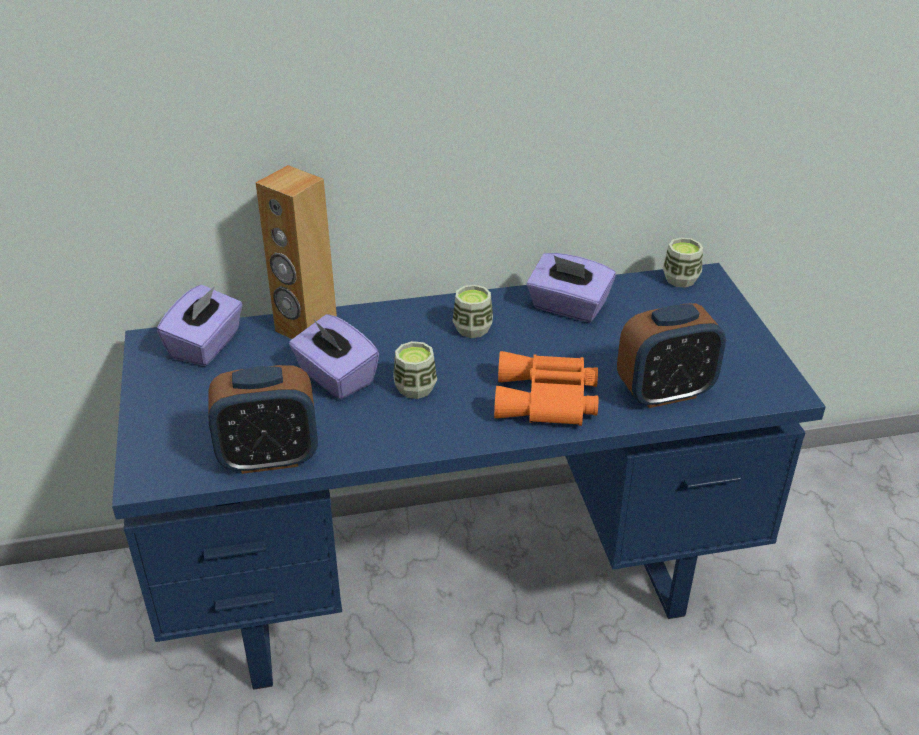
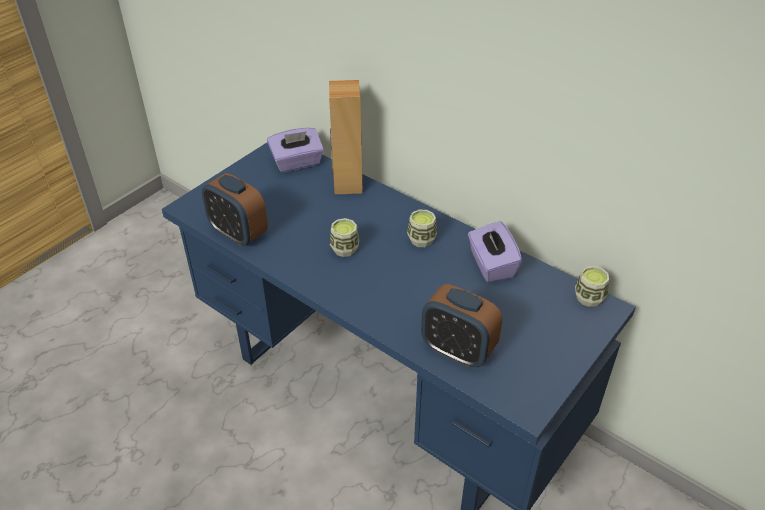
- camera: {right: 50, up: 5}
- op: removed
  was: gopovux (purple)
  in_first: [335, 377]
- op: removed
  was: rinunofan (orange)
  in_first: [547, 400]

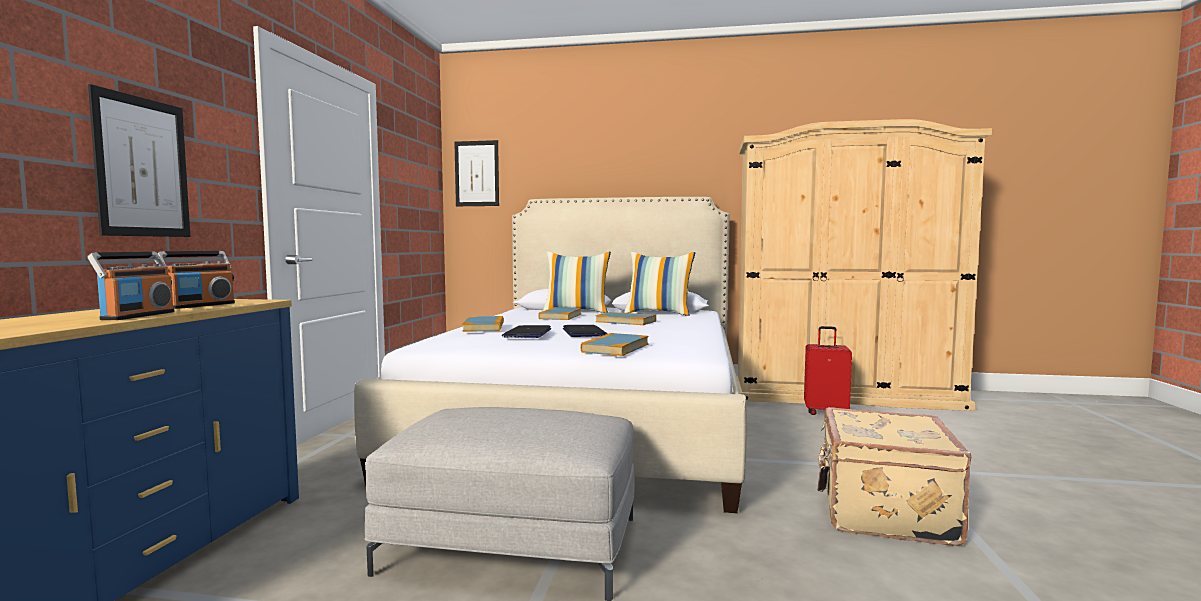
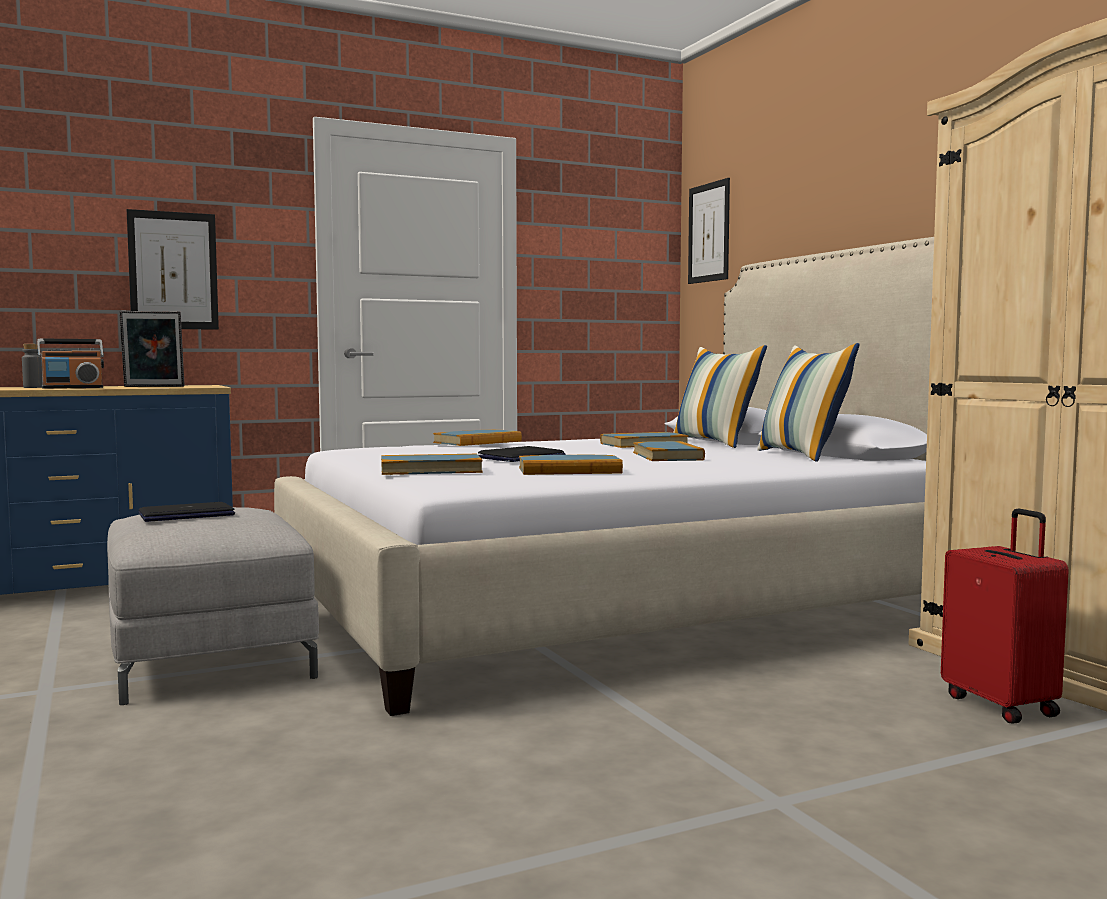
- camera: {right: 55, up: 0}
- op: added
  now: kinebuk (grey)
  in_second: [32, 387]
- op: replaced
  was: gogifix
  now: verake
  in_first: [200, 305]
  in_second: [153, 386]
- op: moved
  was: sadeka
  in_first: [527, 333]
  in_second: [187, 515]
- op: added
  now: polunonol
  in_second: [569, 470]
- op: removed
  was: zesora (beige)
  in_first: [882, 512]

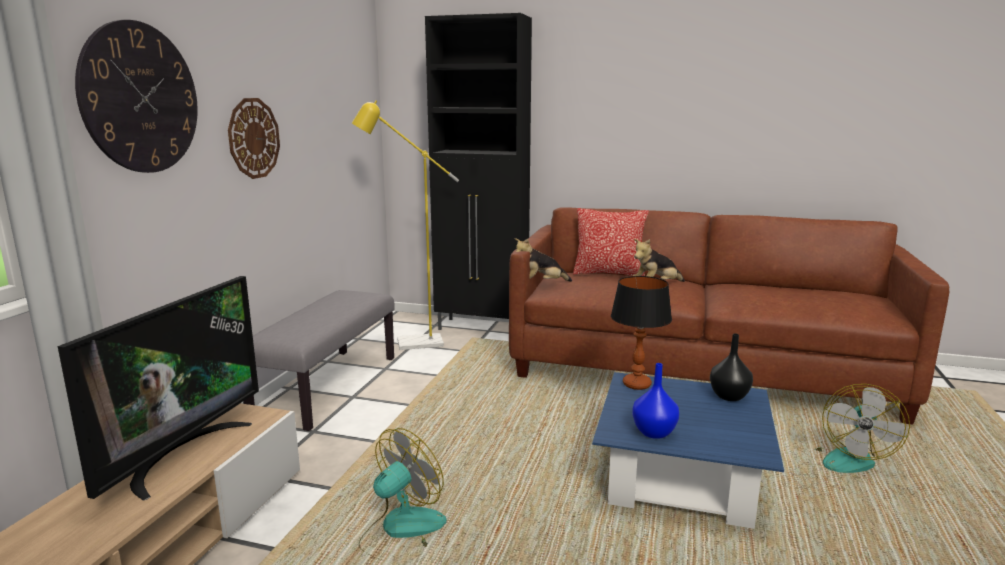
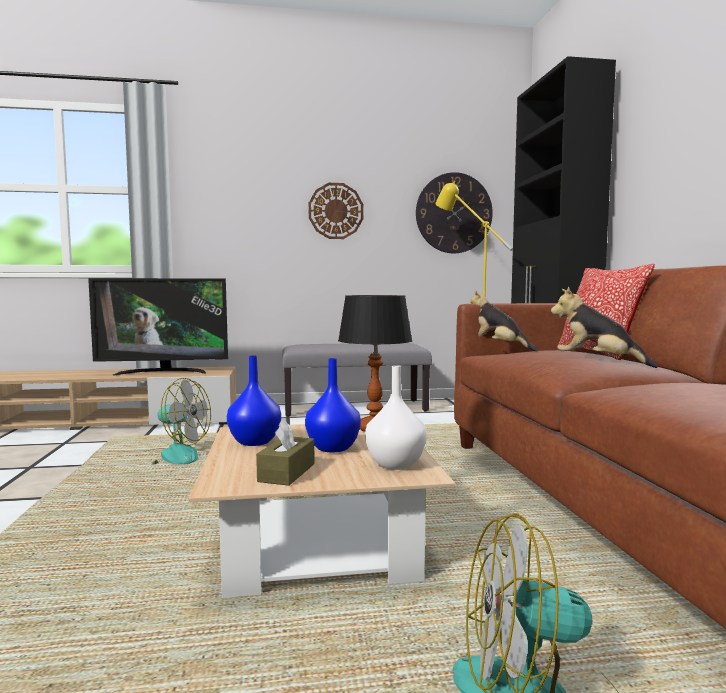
- camera: {right: 65, up: -10}
- op: recoloured
  was: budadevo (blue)
  now: budadevo (beige)
  in_first: [680, 479]
  in_second: [318, 543]
- op: added
  now: gopovux (brown)
  in_second: [287, 472]
- op: added
  now: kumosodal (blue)
  in_second: [334, 448]
- op: recoloured
  was: kumosodal (black)
  now: kumosodal (white)
  in_first: [730, 396]
  in_second: [395, 465]
- op: moved
  was: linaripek
  in_first: [140, 98]
  in_second: [454, 213]

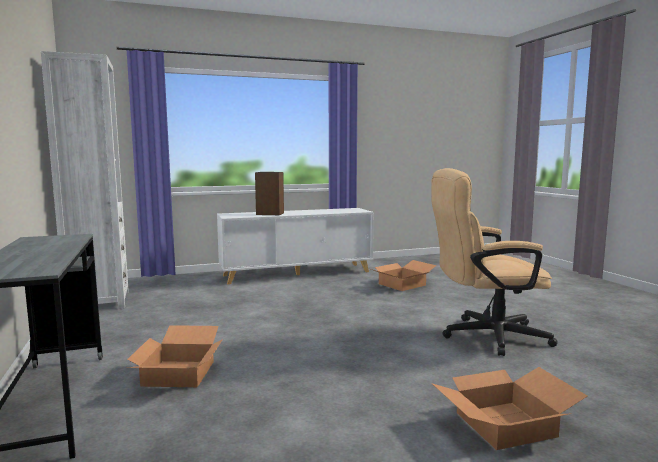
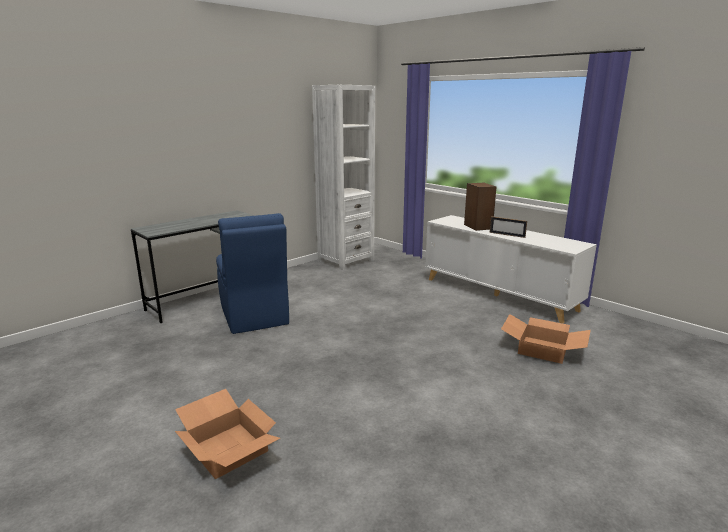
- camera: {right: 65, up: 10}
- op: replaced
  was: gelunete
  now: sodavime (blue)
  in_first: [179, 374]
  in_second: [254, 316]
- op: added
  now: verake
  in_second: [507, 235]
- op: removed
  was: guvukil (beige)
  in_first: [485, 336]

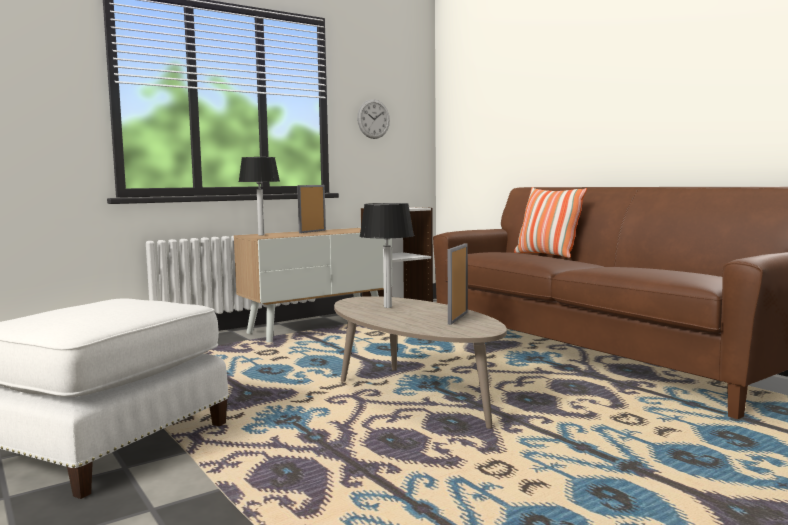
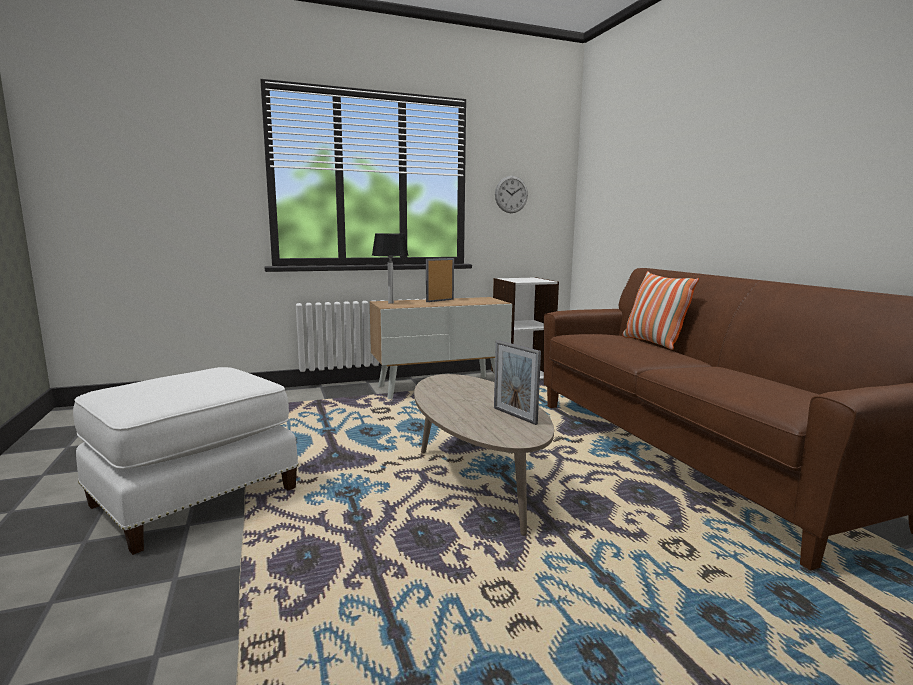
- camera: {right: 15, up: 5}
- op: turned
  was: verake
  in_first: [457, 318]
  in_second: [514, 416]
  clockwise: -75
- op: removed
  was: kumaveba
  in_first: [388, 307]

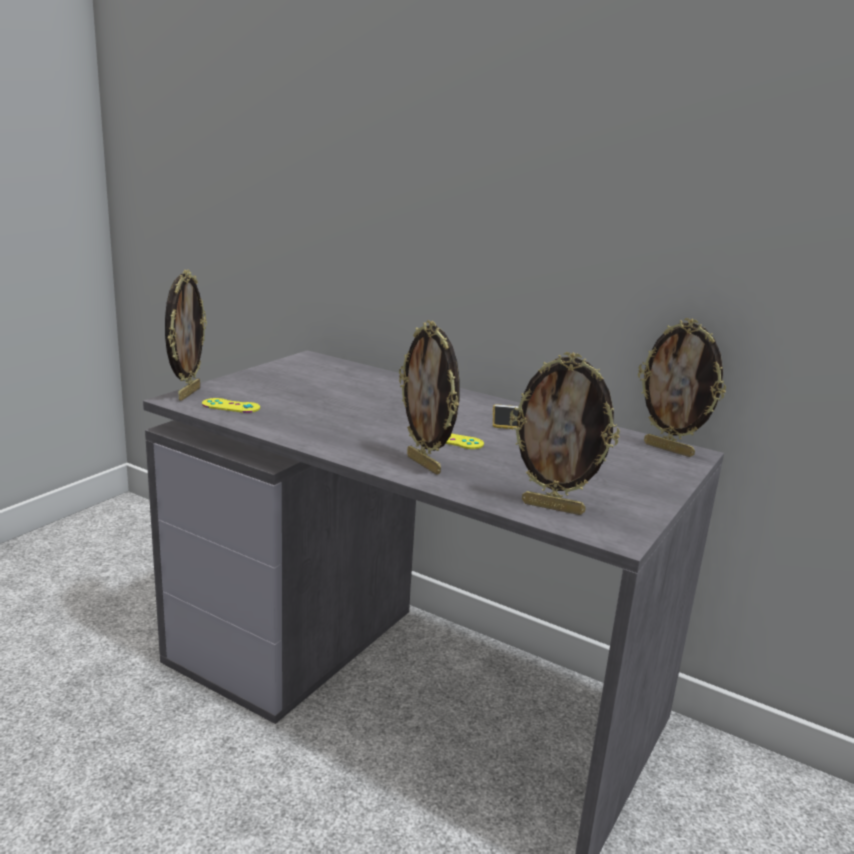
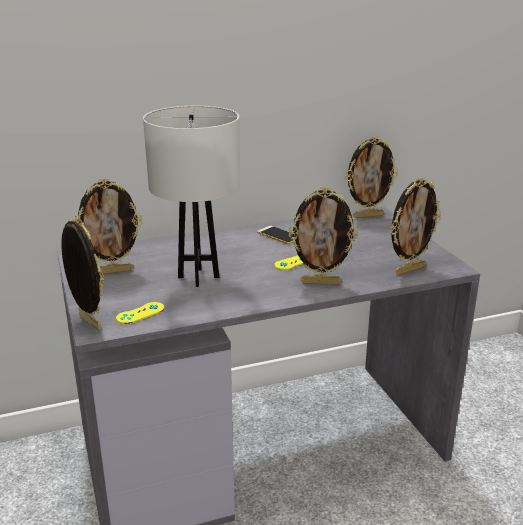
- camera: {right: -50, up: 5}
- op: added
  now: verake
  in_second: [113, 271]
- op: added
  now: kumaveba (white)
  in_second: [198, 277]

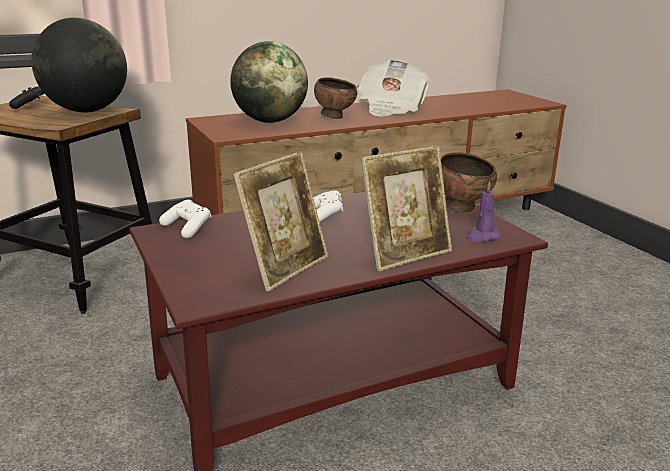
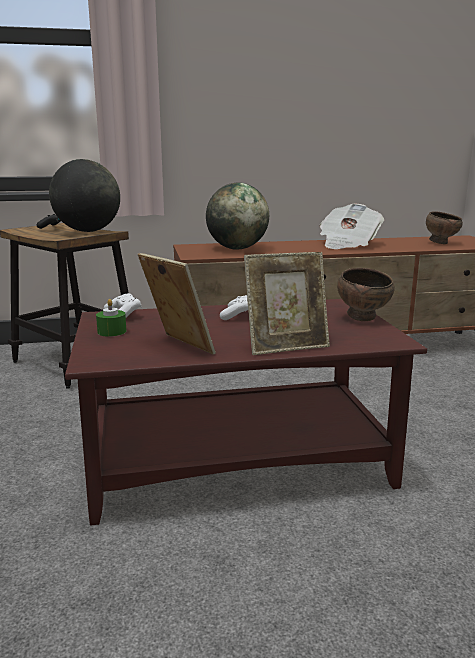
- camera: {right: 15, up: -5}
- op: added
  now: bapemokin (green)
  in_second: [112, 331]
- op: turned
  was: verake
  in_first: [285, 268]
  in_second: [177, 347]
  clockwise: -90
- op: moved
  was: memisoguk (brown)
  in_first: [335, 117]
  in_second: [441, 243]
- op: removed
  was: bapemokin (purple)
  in_first: [482, 237]

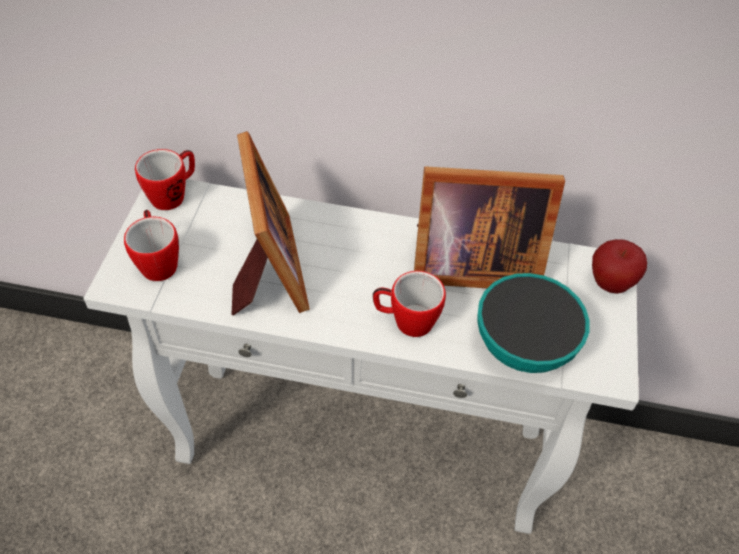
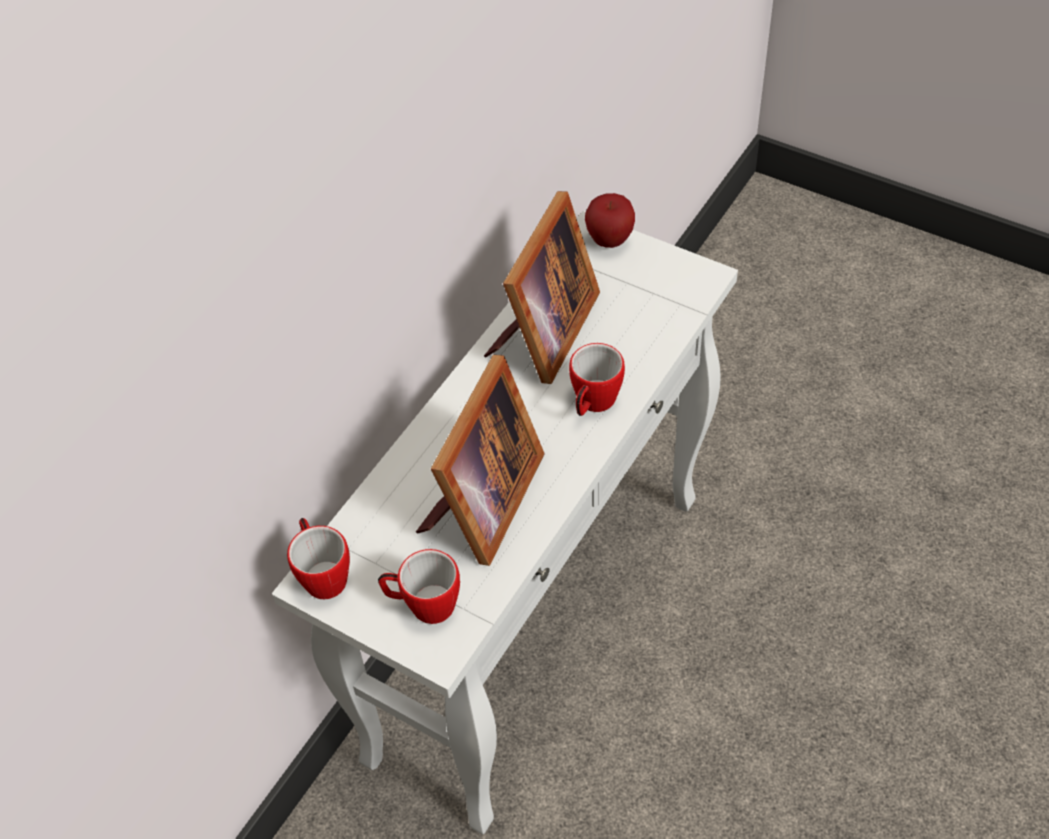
- camera: {right: -65, up: 0}
- op: turned
  was: verake
  in_first: [267, 271]
  in_second: [481, 504]
  clockwise: 105
- op: removed
  was: memisoguk
  in_first: [523, 347]

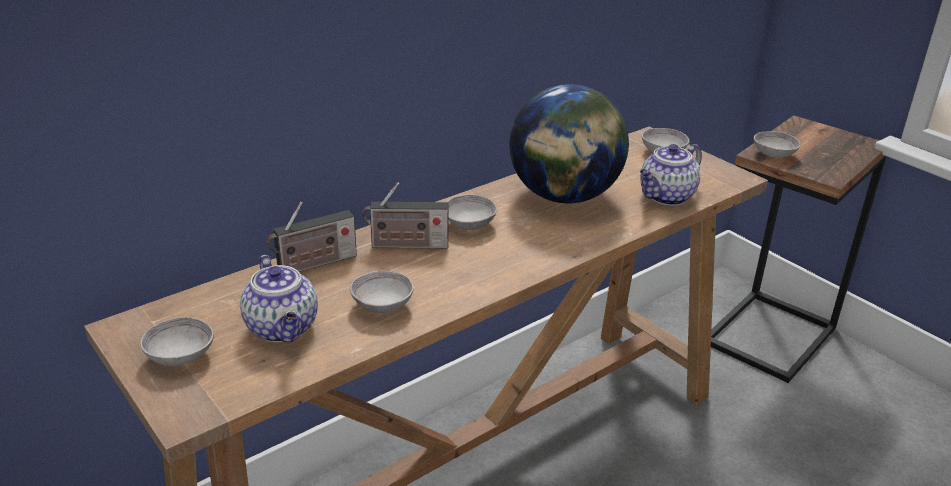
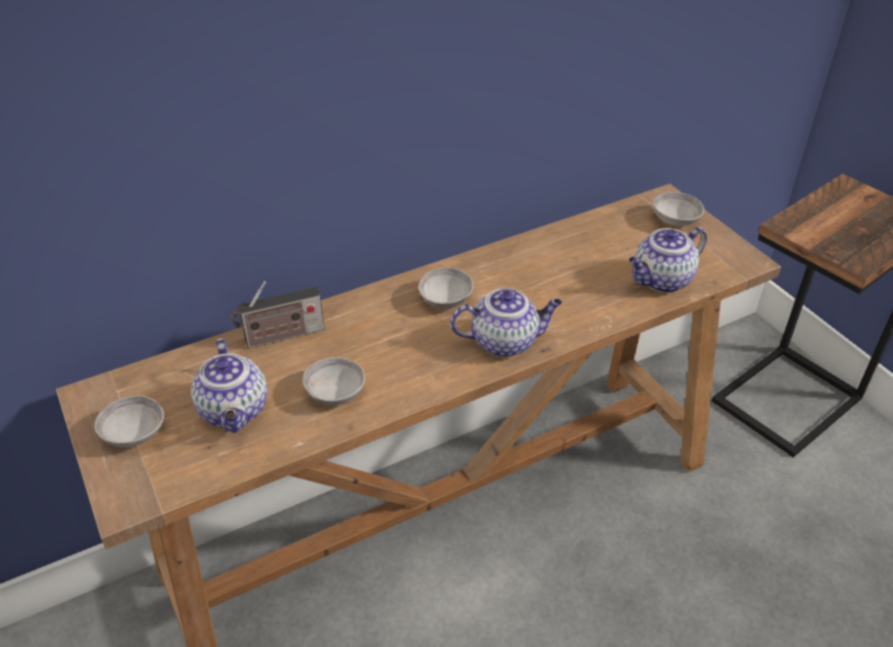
- camera: {right: 10, up: 10}
- op: added
  now: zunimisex
  in_second: [505, 341]
- op: removed
  was: gogifix
  in_first: [406, 245]
- op: removed
  was: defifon
  in_first: [564, 196]
- op: removed
  was: memisoguk (grey)
  in_first: [774, 154]

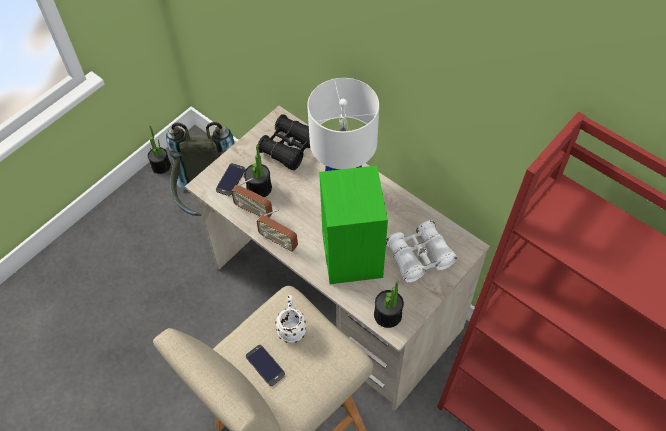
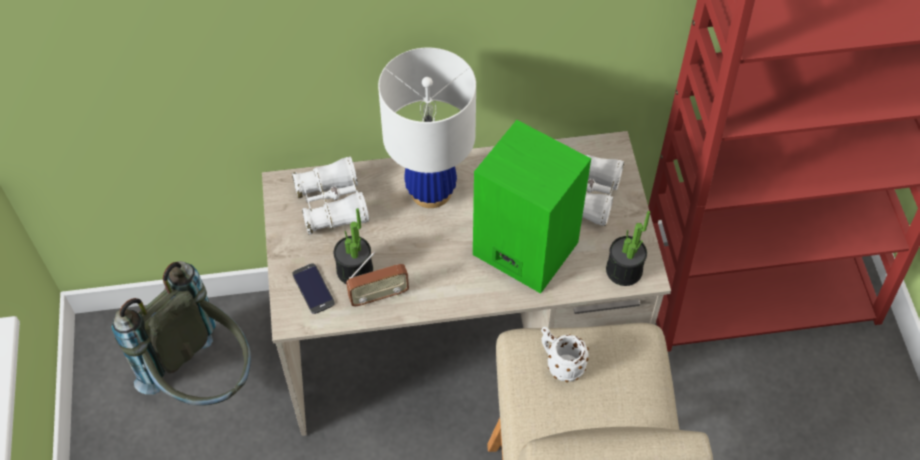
- camera: {right: -50, up: 0}
- op: recoloured
  was: rinunofan (black)
  now: rinunofan (white)
  in_first: [289, 148]
  in_second: [332, 204]
- op: removed
  was: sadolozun
  in_first: [161, 166]
- op: removed
  was: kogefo
  in_first: [265, 365]
- op: removed
  was: gogifix
  in_first: [278, 241]

